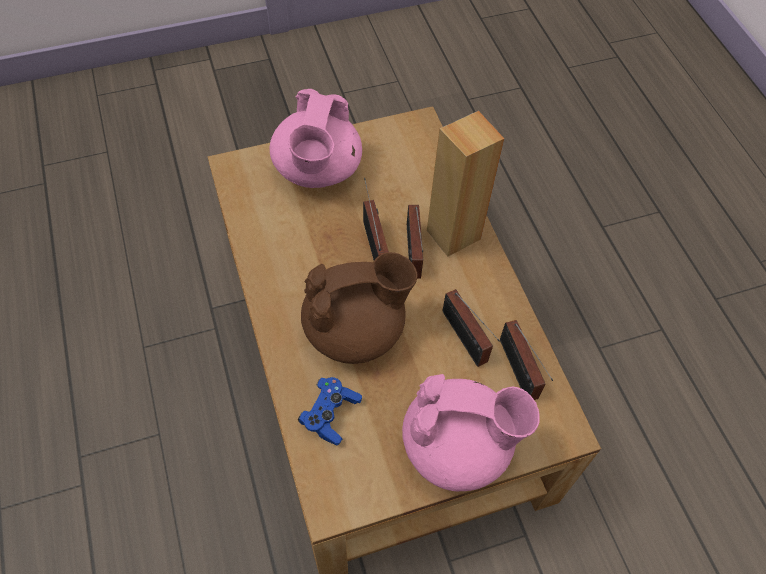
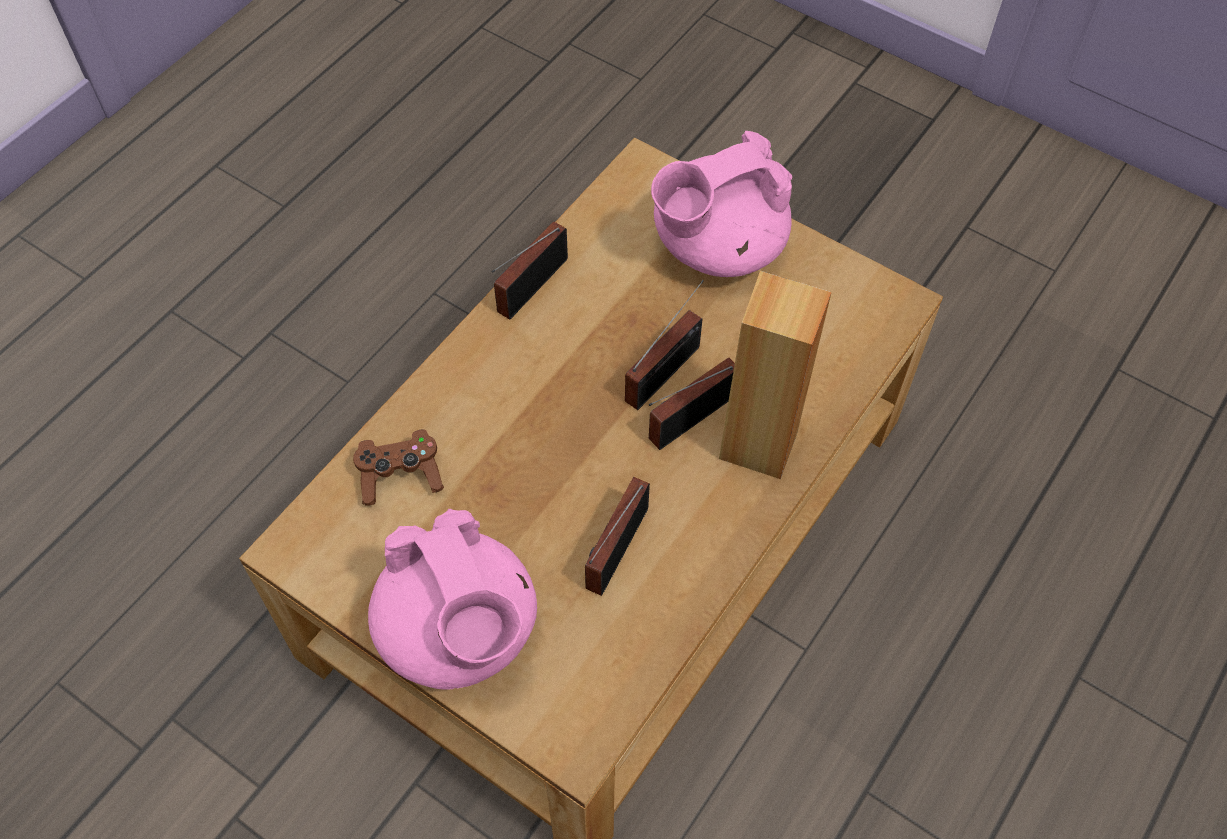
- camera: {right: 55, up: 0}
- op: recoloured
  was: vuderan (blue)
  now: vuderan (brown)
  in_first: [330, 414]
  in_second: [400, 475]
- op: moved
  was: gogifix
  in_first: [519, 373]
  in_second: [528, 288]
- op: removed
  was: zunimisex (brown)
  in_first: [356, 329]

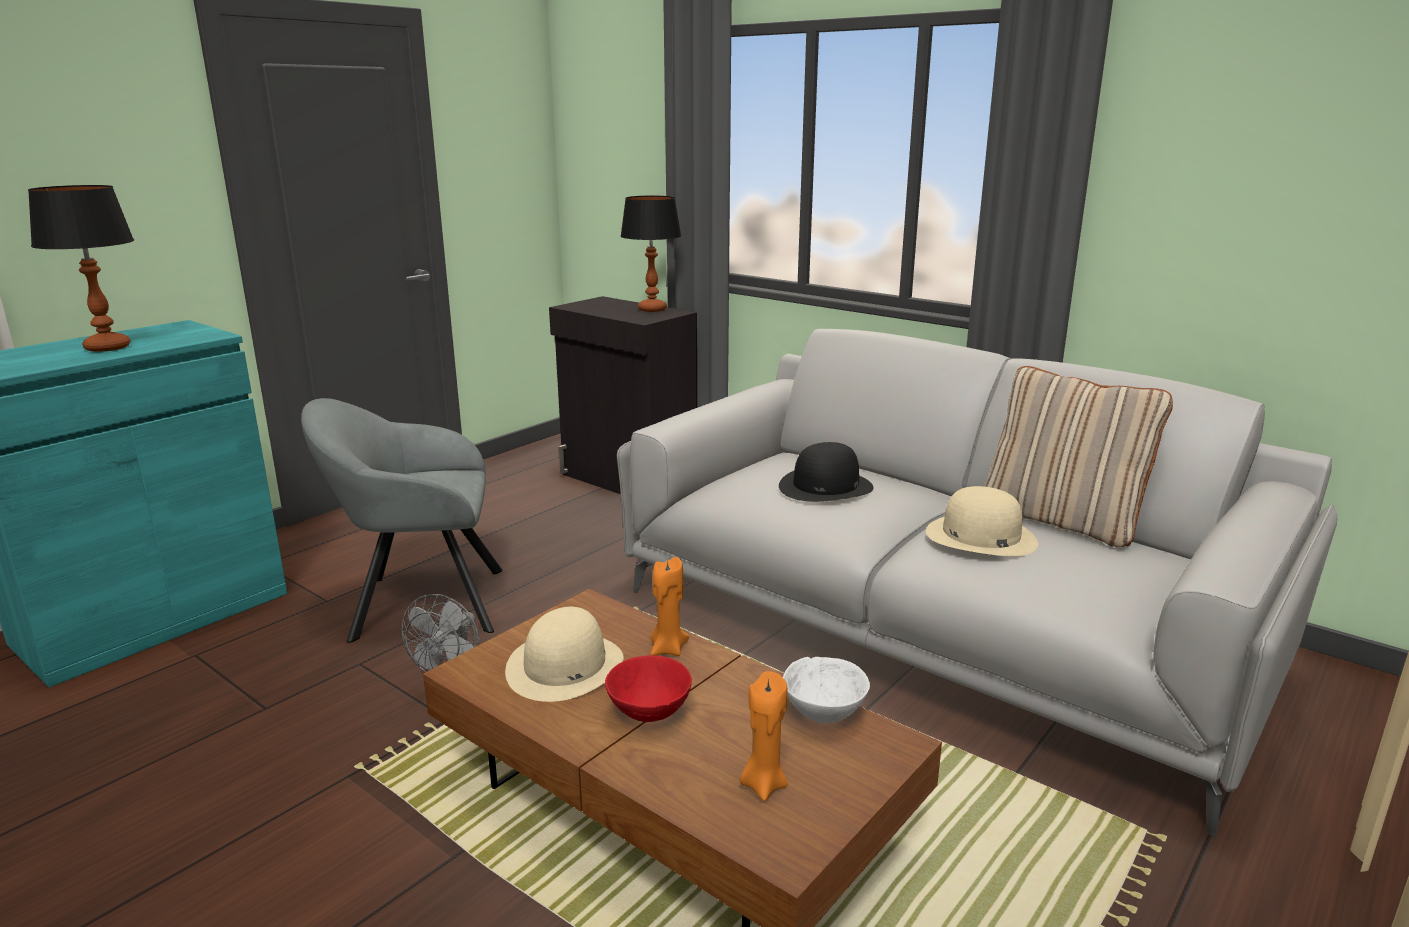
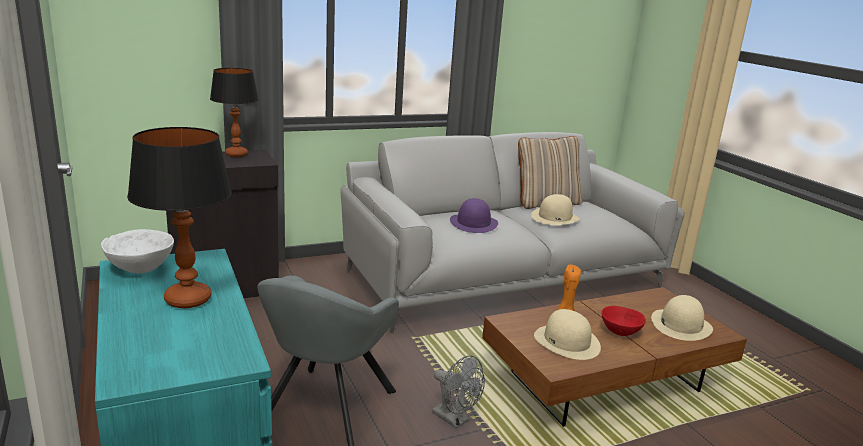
- camera: {right: -65, up: 0}
- op: moved
  was: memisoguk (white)
  in_first: [825, 714]
  in_second: [141, 269]
- op: recoloured
  was: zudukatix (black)
  now: zudukatix (purple)
  in_first: [825, 486]
  in_second: [473, 223]
- op: replaced
  was: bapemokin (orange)
  now: zudukatix (beige)
  in_first: [763, 784]
  in_second: [681, 325]

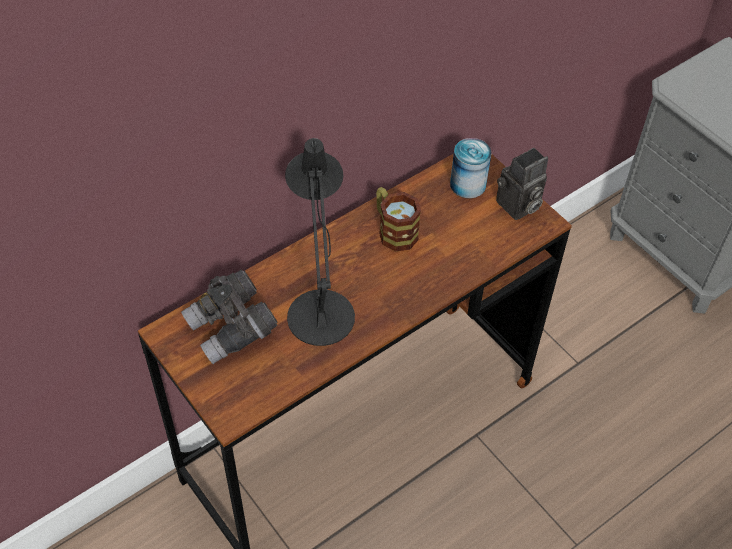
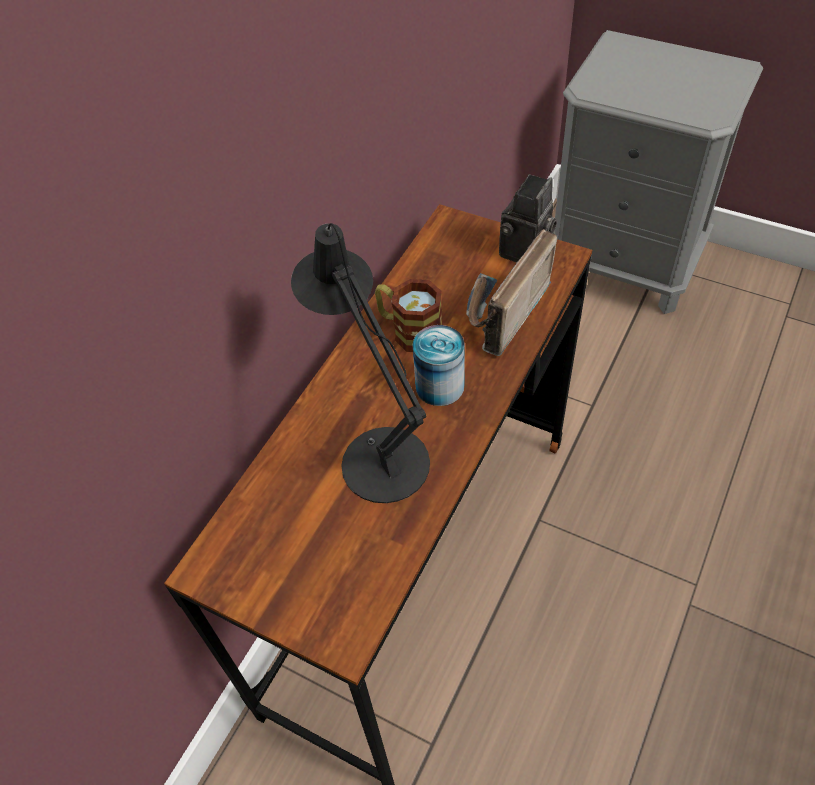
- camera: {right: -20, up: 0}
- op: moved
  was: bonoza
  in_first: [468, 184]
  in_second: [440, 386]
- op: added
  now: gogifix
  in_second: [500, 314]
- op: removed
  was: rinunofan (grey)
  in_first: [232, 329]

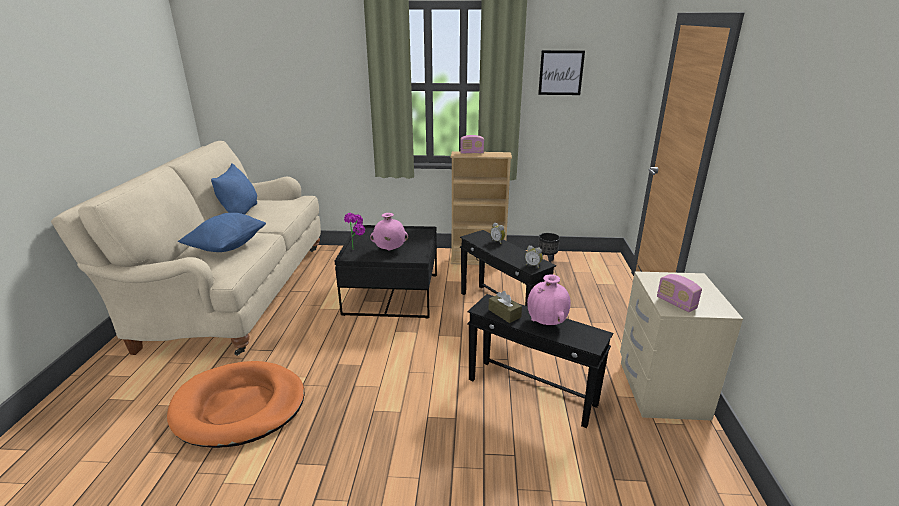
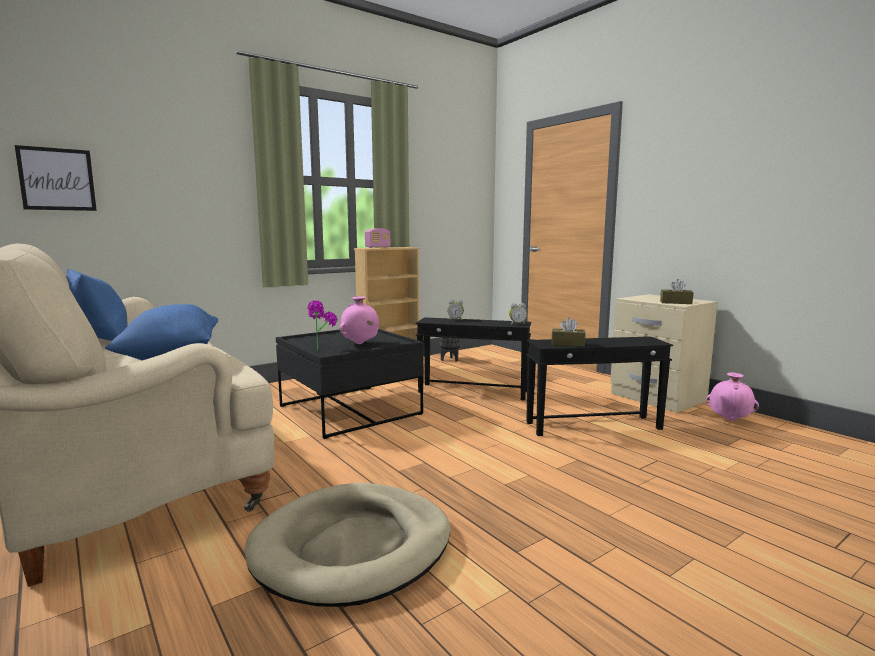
- camera: {right: -40, up: -15}
- op: moved
  was: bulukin
  in_first: [561, 73]
  in_second: [57, 179]
- op: recoloured
  was: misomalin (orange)
  now: misomalin (beige)
  in_first: [239, 407]
  in_second: [353, 547]
- op: replaced
  was: gogifix
  now: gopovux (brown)
  in_first: [676, 303]
  in_second: [675, 302]
- op: moved
  was: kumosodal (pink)
  in_first: [546, 323]
  in_second: [730, 420]

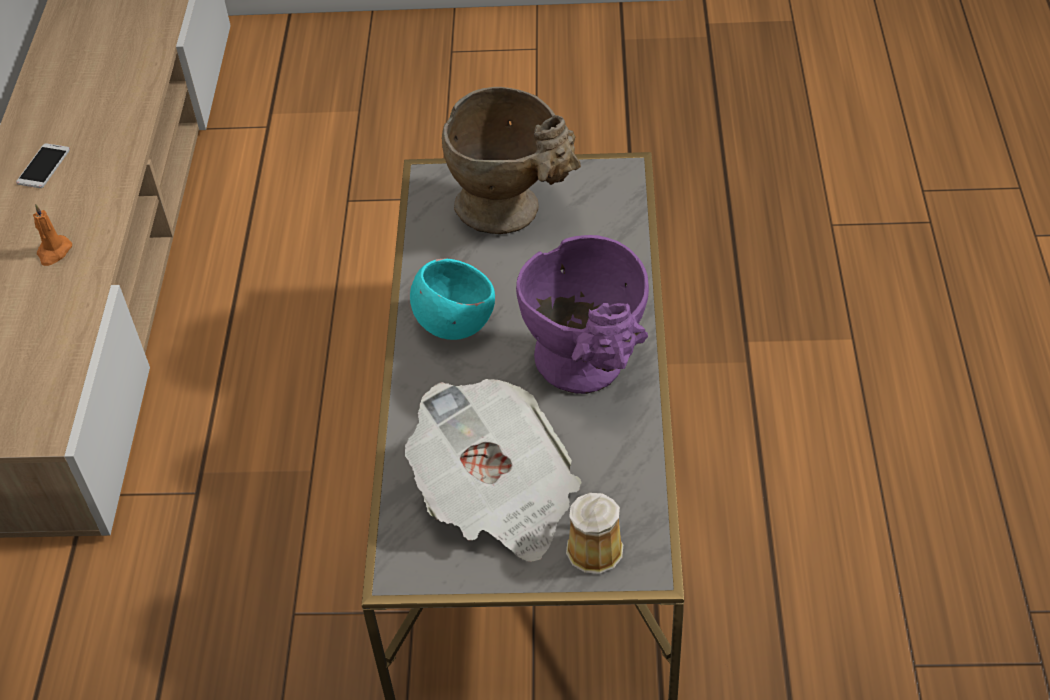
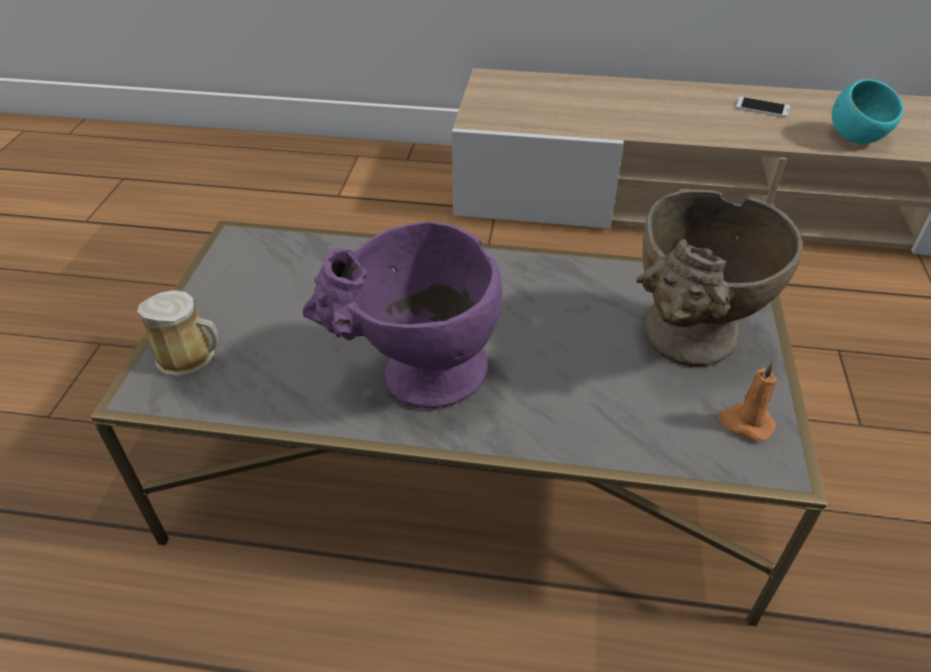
- camera: {right: 95, up: -5}
- op: moved
  was: bapemokin (orange)
  in_first: [54, 252]
  in_second: [744, 423]
- op: moved
  was: memisoguk (turquoise)
  in_first: [454, 325]
  in_second: [855, 138]
- op: removed
  was: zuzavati
  in_first: [498, 496]

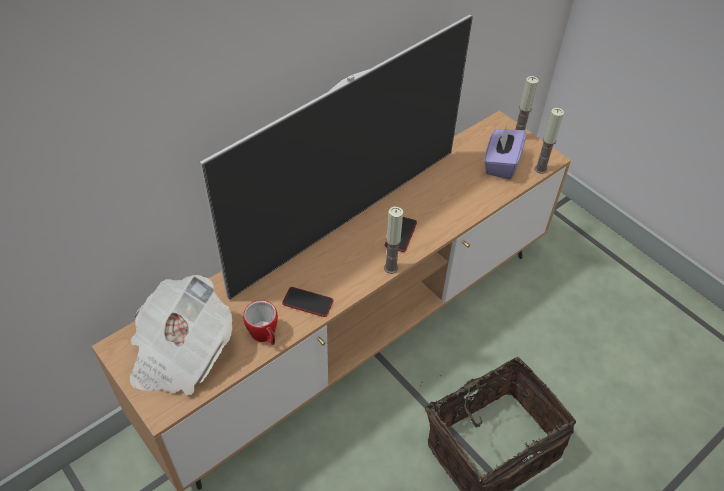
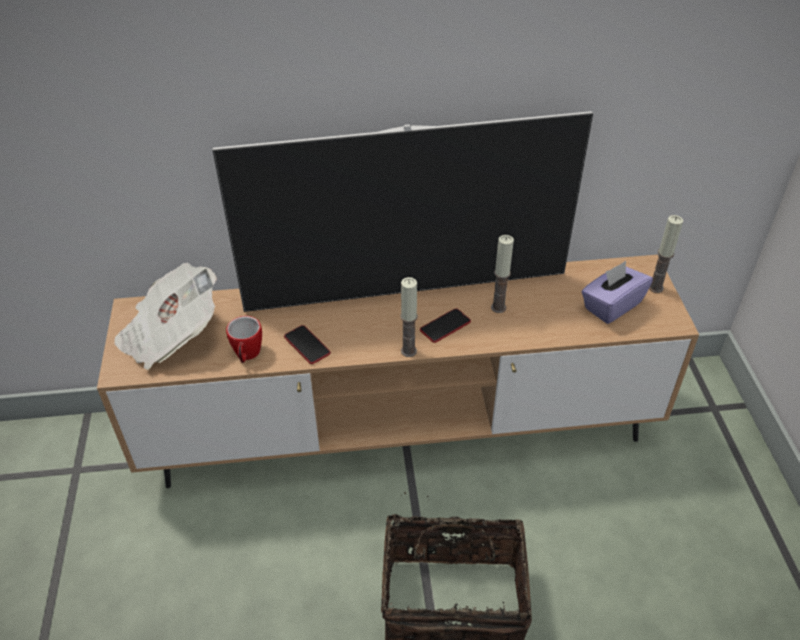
- camera: {right: 35, up: -5}
- op: moved
  was: bapemokin
  in_first: [540, 169]
  in_second: [498, 307]

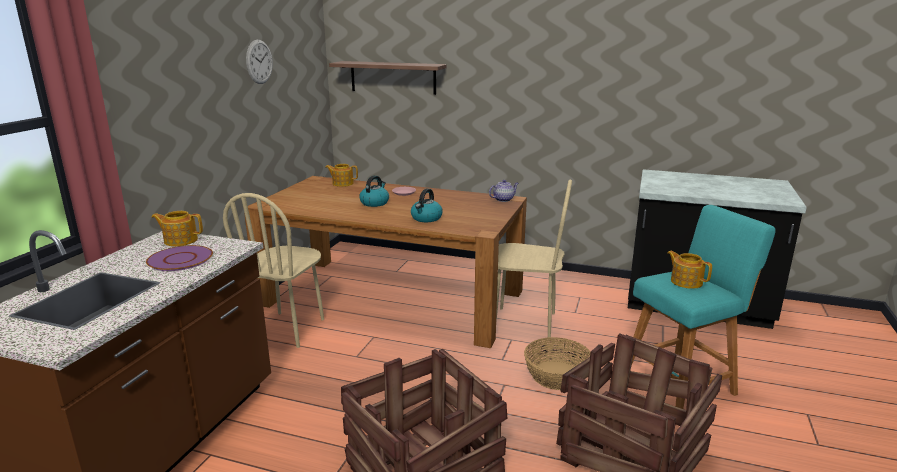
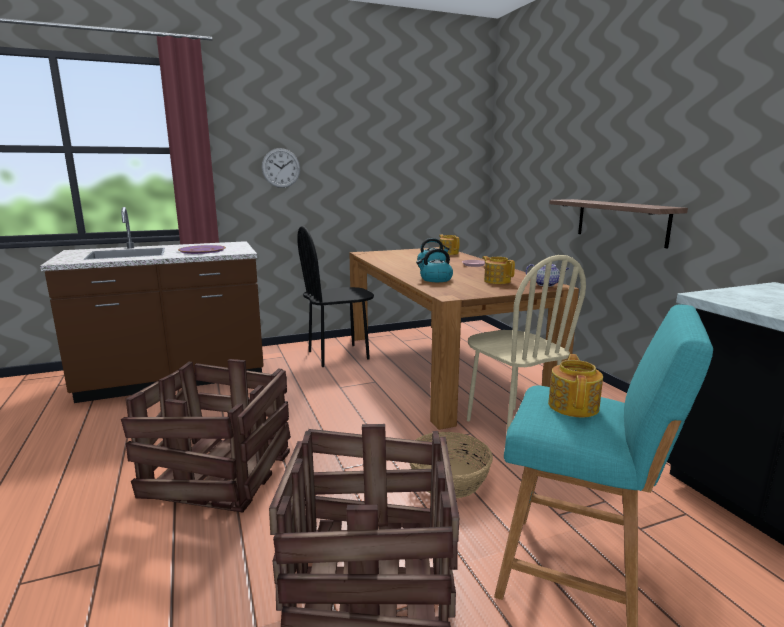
- camera: {right: 50, up: -5}
- op: moved
  was: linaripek
  in_first: [259, 62]
  in_second: [281, 168]
- op: recoloured
  was: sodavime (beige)
  now: sodavime (black)
  in_first: [287, 329]
  in_second: [338, 355]
- op: moved
  was: zunimisex
  in_first: [180, 240]
  in_second: [497, 281]
- op: moved
  was: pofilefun
  in_first: [393, 77]
  in_second: [621, 221]

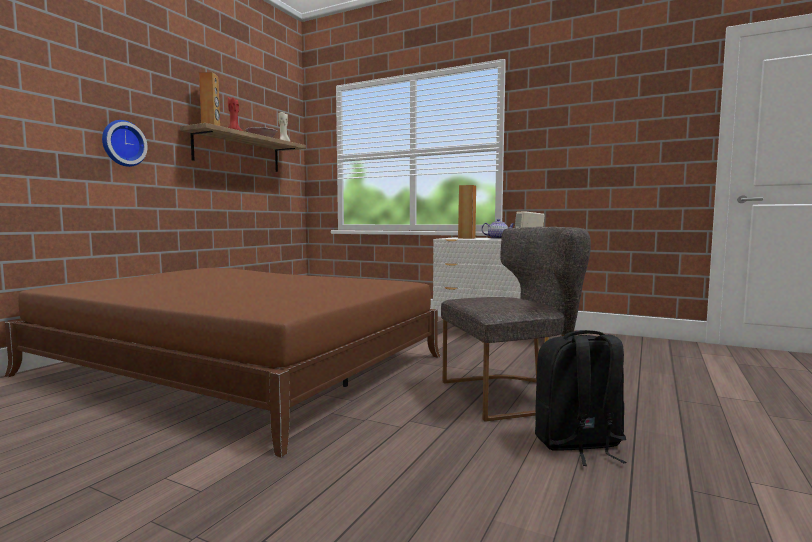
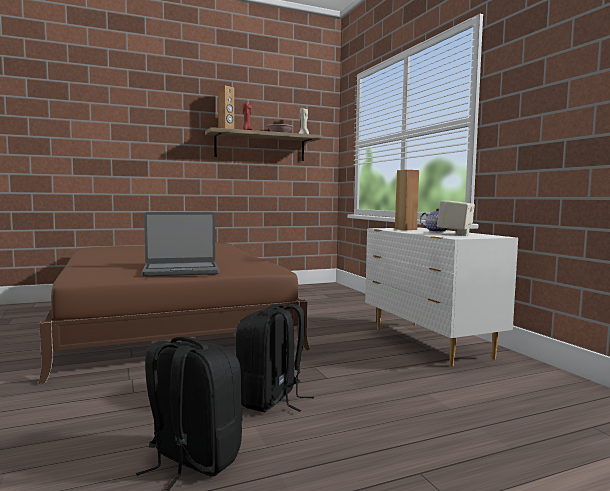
- camera: {right: 40, up: 0}
- op: added
  now: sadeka
  in_second: [181, 271]
- op: replaced
  was: sodavime (grey)
  now: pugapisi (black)
  in_first: [513, 394]
  in_second: [271, 400]
- op: removed
  was: linaripek
  in_first: [122, 143]

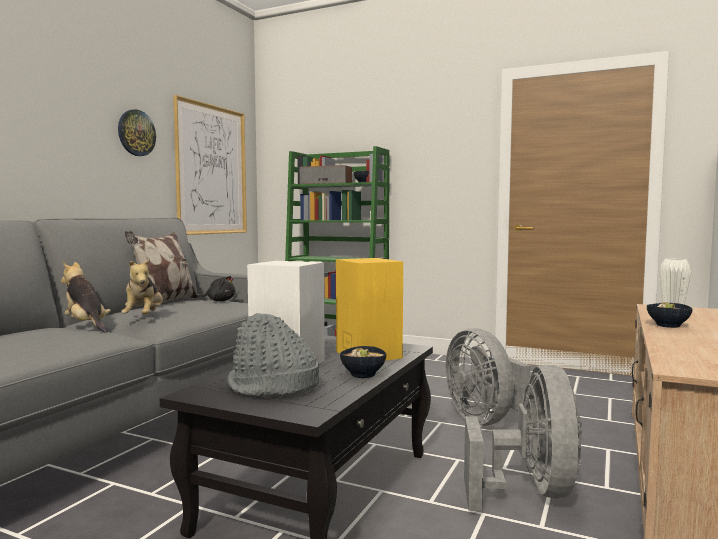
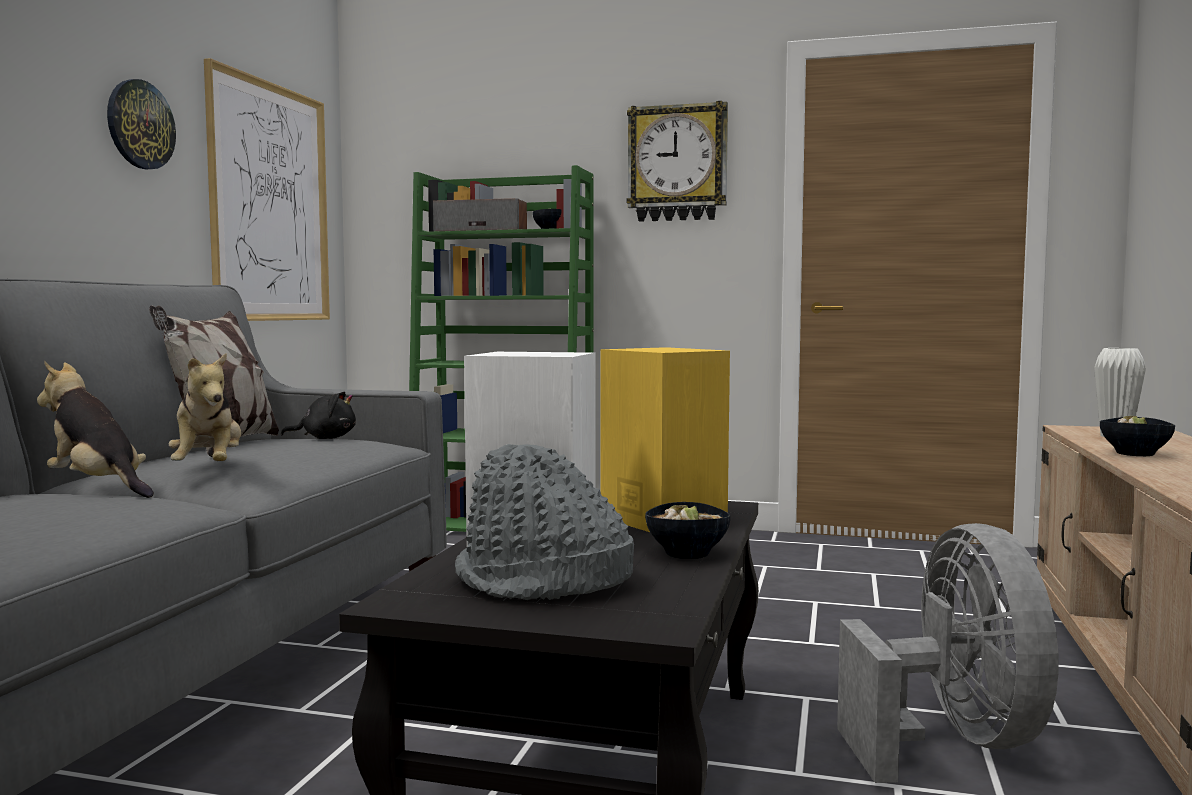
- camera: {right: -10, up: 0}
- op: added
  now: linaripek
  in_second: [677, 163]
- op: removed
  was: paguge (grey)
  in_first: [484, 419]

